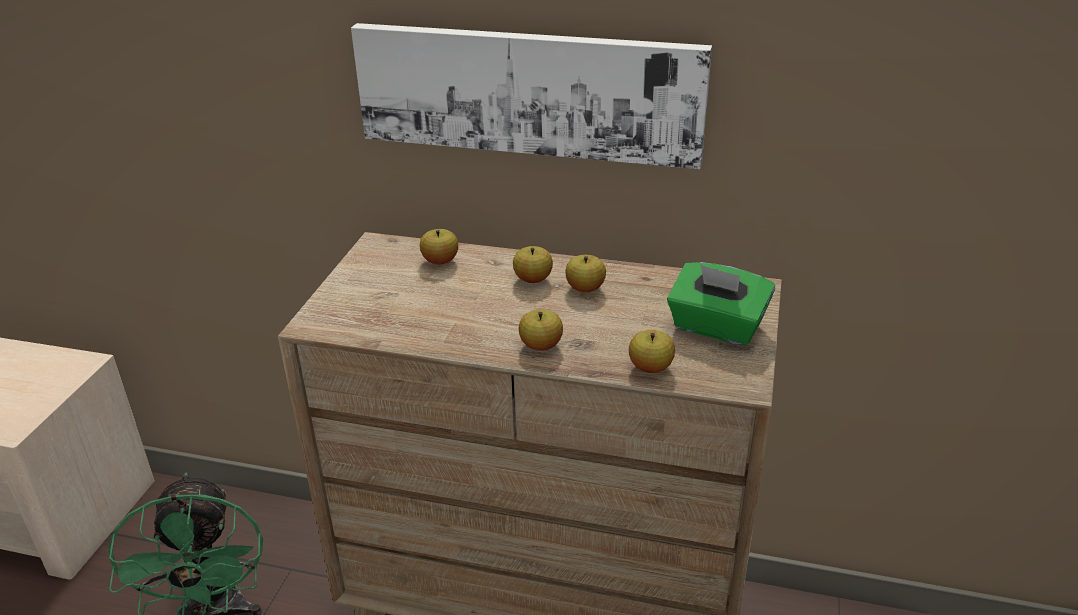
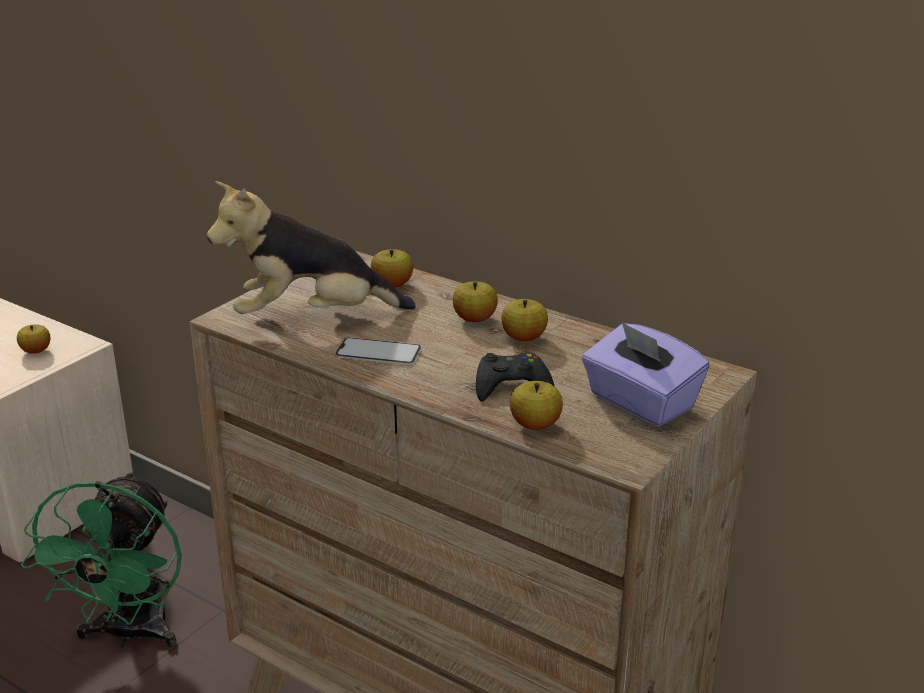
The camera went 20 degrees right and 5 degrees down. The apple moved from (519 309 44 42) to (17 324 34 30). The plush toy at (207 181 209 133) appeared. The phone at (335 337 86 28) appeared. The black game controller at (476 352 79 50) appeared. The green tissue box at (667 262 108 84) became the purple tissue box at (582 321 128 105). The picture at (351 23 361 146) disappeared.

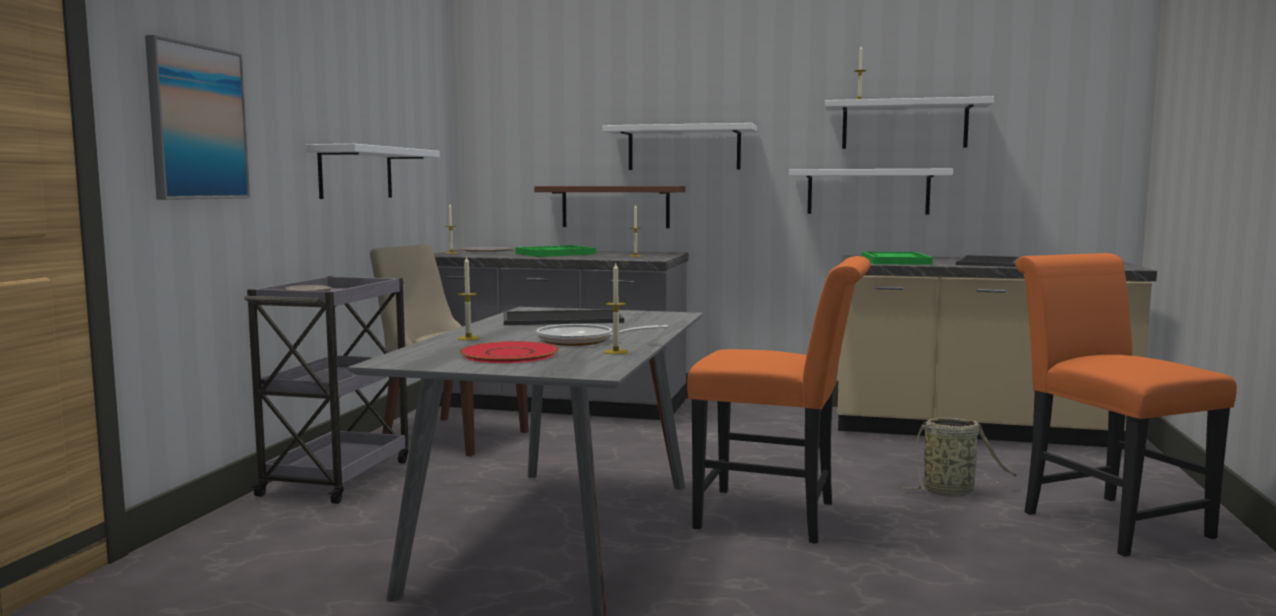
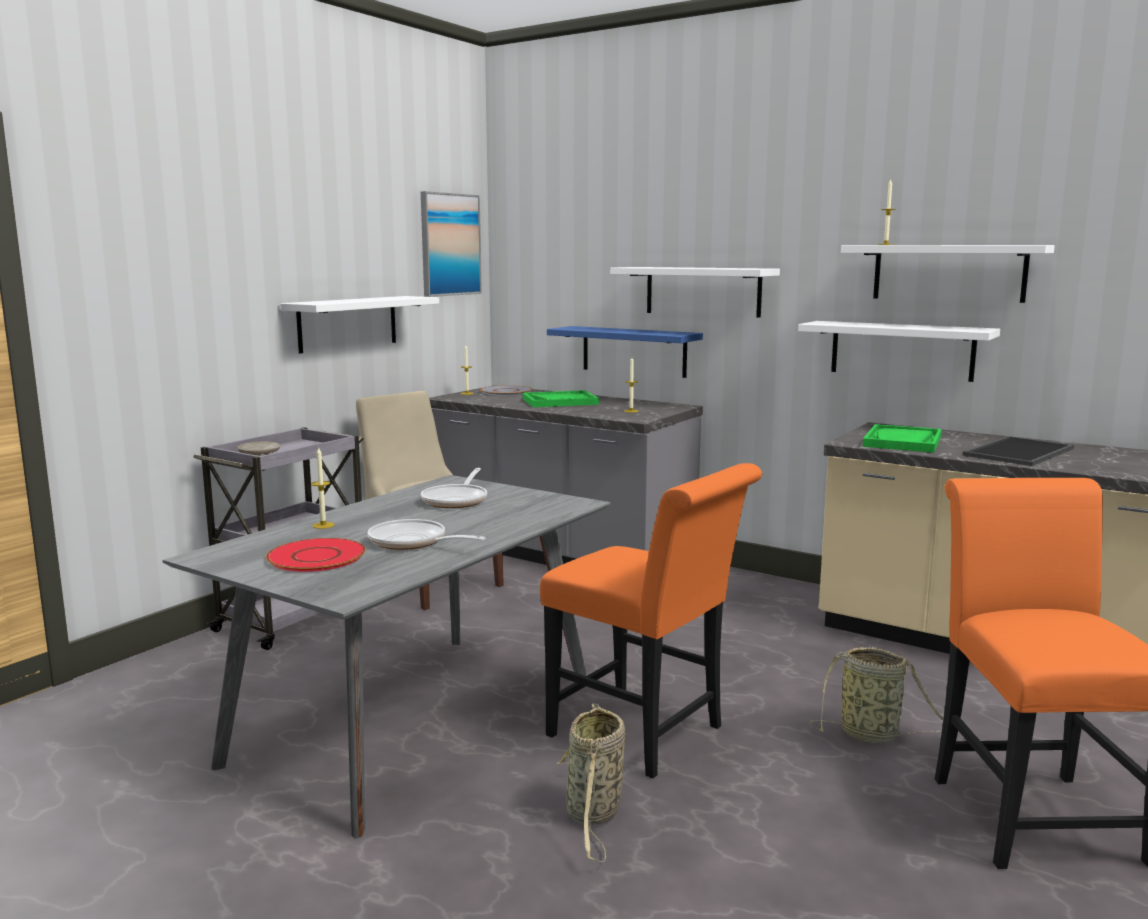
The camera went 20 degrees right and 5 degrees up. The picture moved from (145 35 105 165) to (421 191 61 106). The tray at (503 309 121 16) was replaced by the frying pan at (421 468 66 40). The brown shelf at (534 186 151 42) became the blue shelf at (547 326 156 52). The basket at (556 704 69 158) appeared. The candle at (604 263 24 91) disappeared.

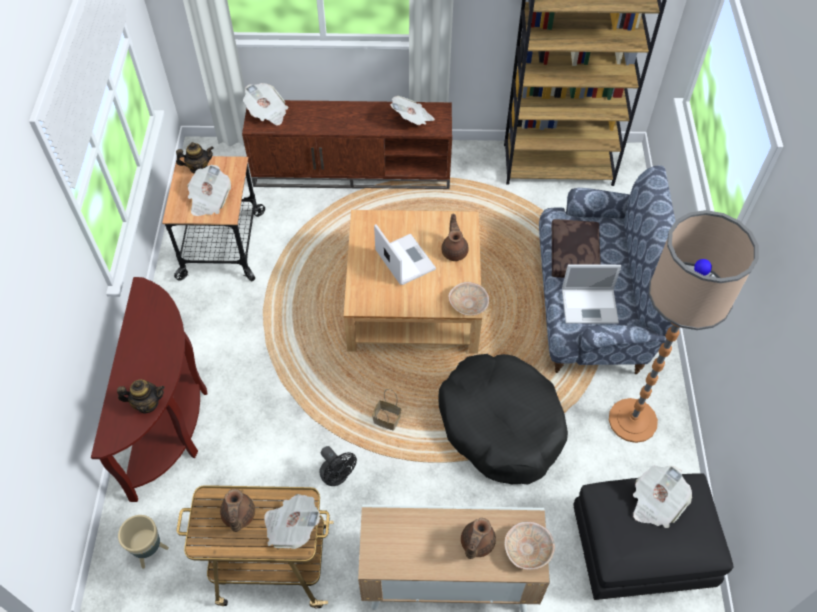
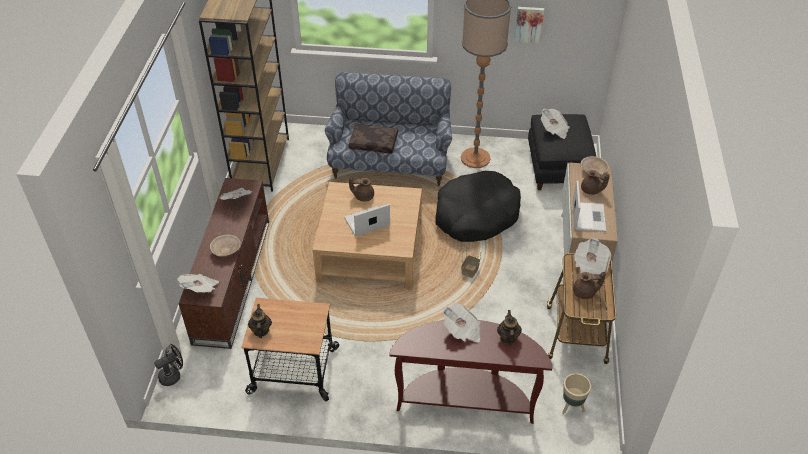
The camera went 85 degrees left and 10 degrees down. The black fan moved from (319 446 38 40) to (154 344 29 42). The beige bowl moved from (448 282 41 34) to (210 234 31 22). The newspaper moved from (187 165 44 51) to (443 303 38 40). The picture at (514 7 30 37) appeared. The laptop moved from (562 265 59 59) to (572 181 34 51).

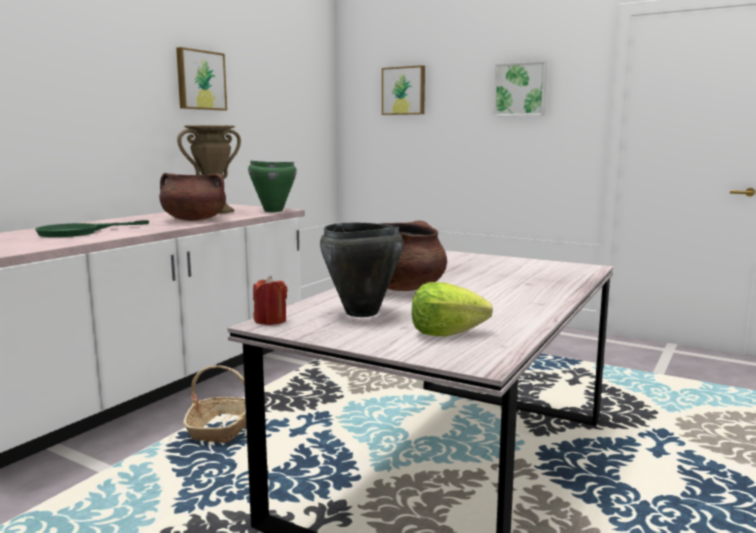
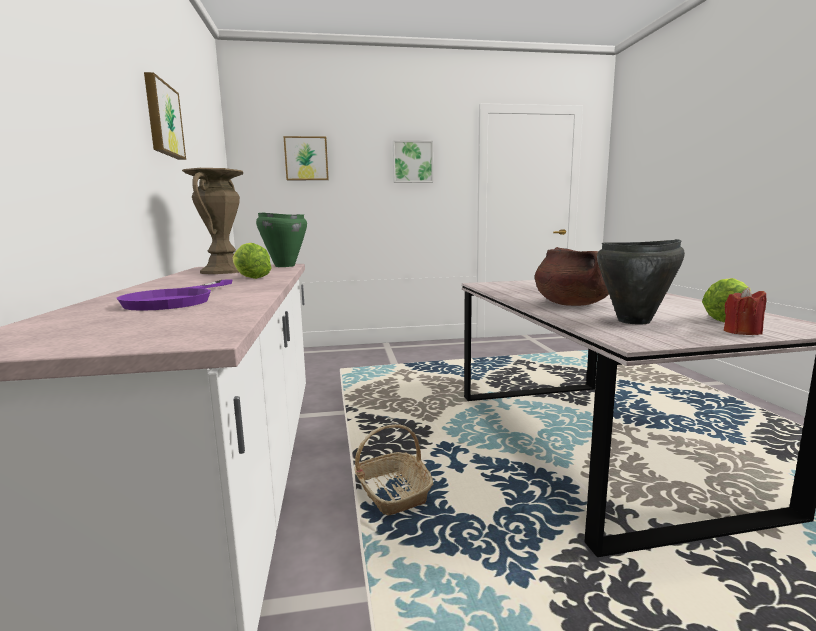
The camera went 40 degrees left and 0 degrees up. The green frying pan at (35 220 114 17) became the purple frying pan at (117 280 115 31). The brown cooking pot at (159 173 67 48) was replaced by the lettuce at (233 243 39 36). The red candle moved from (253 276 34 49) to (724 287 42 48).

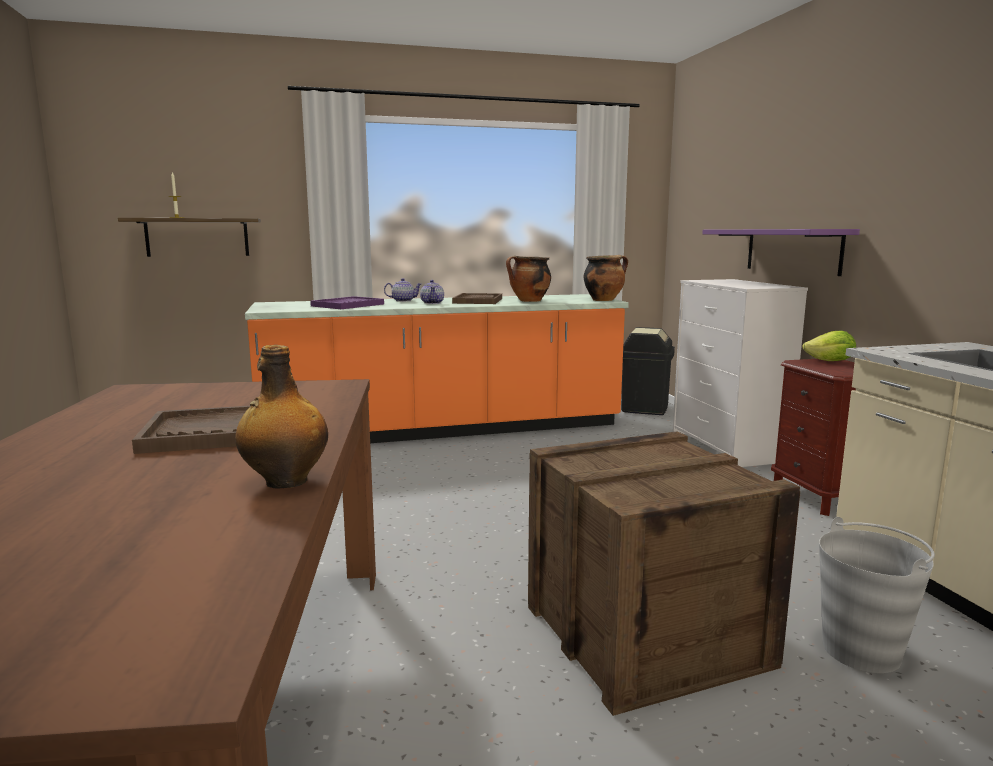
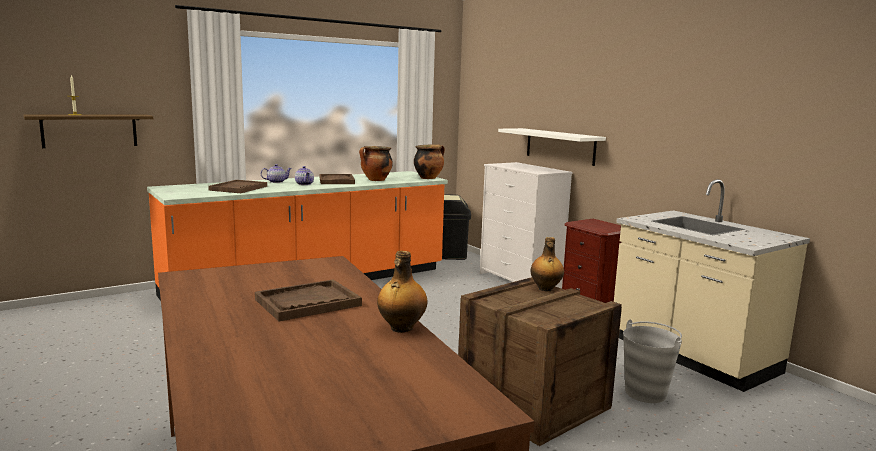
The camera went 20 degrees left and 0 degrees up. The purple tray at (310 296 74 13) became the brown tray at (208 180 59 13). The purple shelf at (702 229 158 47) became the white shelf at (498 128 108 38). The bottle at (531 237 33 55) appeared. The lettuce at (803 331 53 30) disappeared.

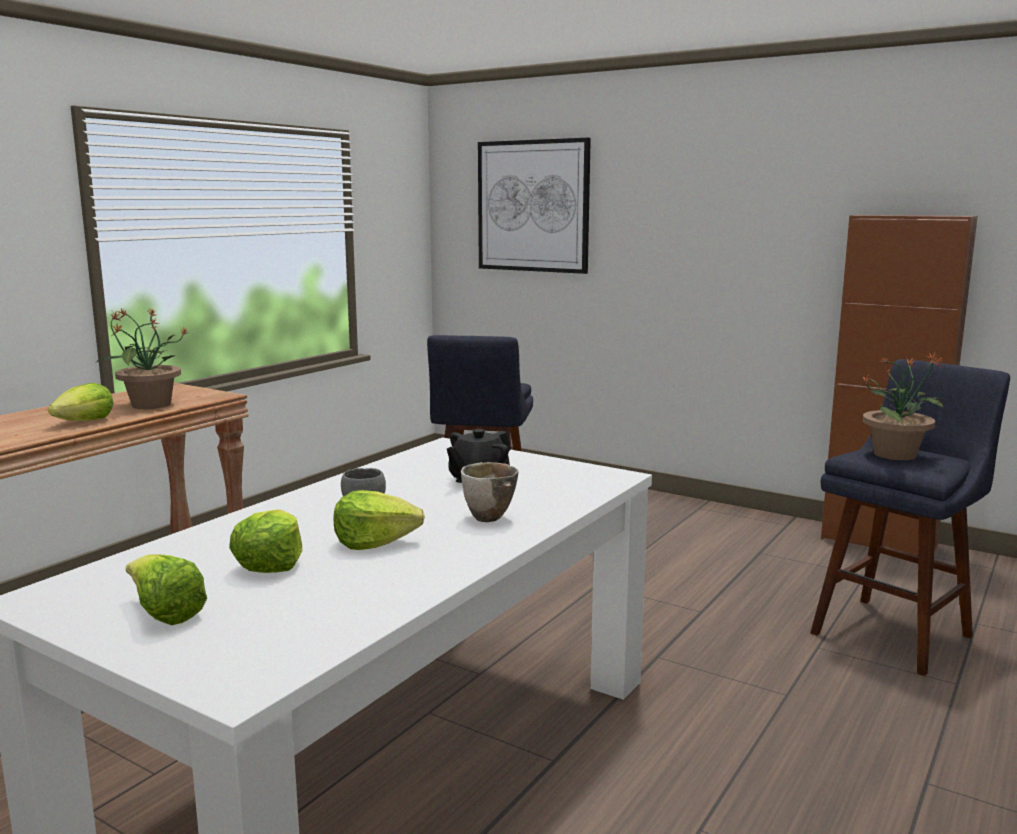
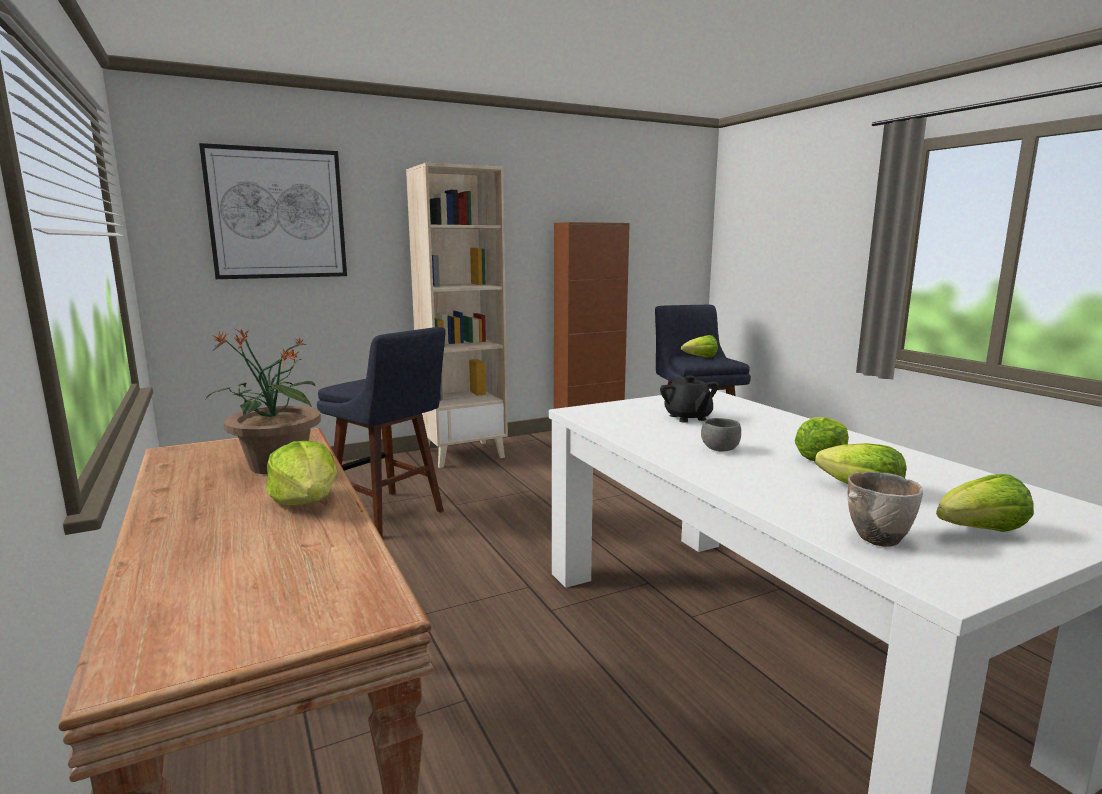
The camera went 60 degrees left and 0 degrees up. The beige bookcase at (406 163 102 305) appeared. The potted plant at (861 353 83 107) was replaced by the lettuce at (681 335 37 23). The bowl moved from (461 462 58 60) to (847 472 76 75).

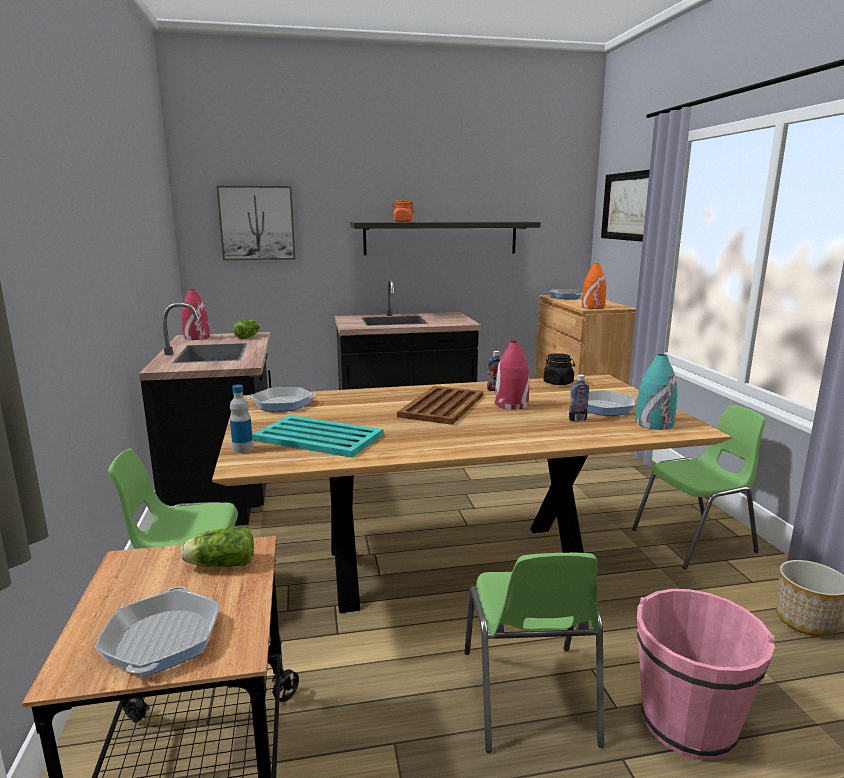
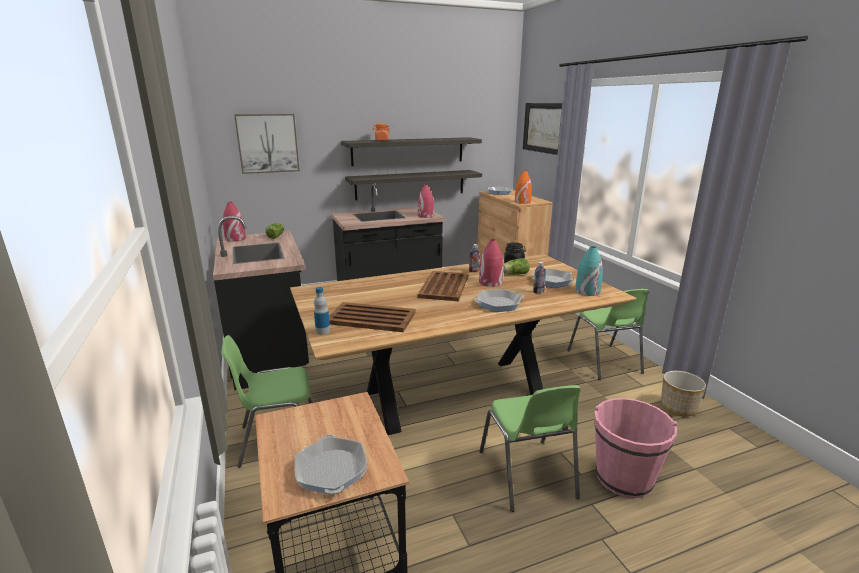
The camera went 10 degrees left and 5 degrees up. The turquoise tray at (252 415 131 43) became the brown tray at (329 302 87 30). The shelf at (345 170 137 30) appeared. The red vase at (418 185 16 33) appeared. The frying pan moved from (247 387 69 24) to (474 289 50 23). The lettuce moved from (181 526 73 41) to (503 258 27 17). The green chair at (632 405 134 165) turned 105 degrees clockwise.

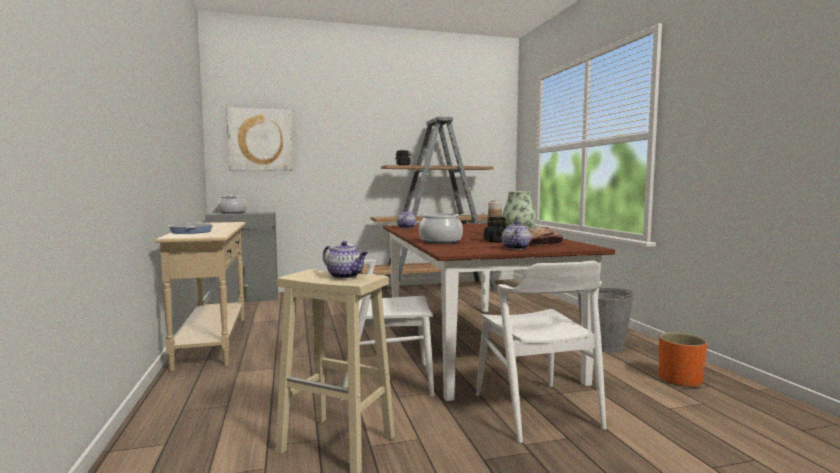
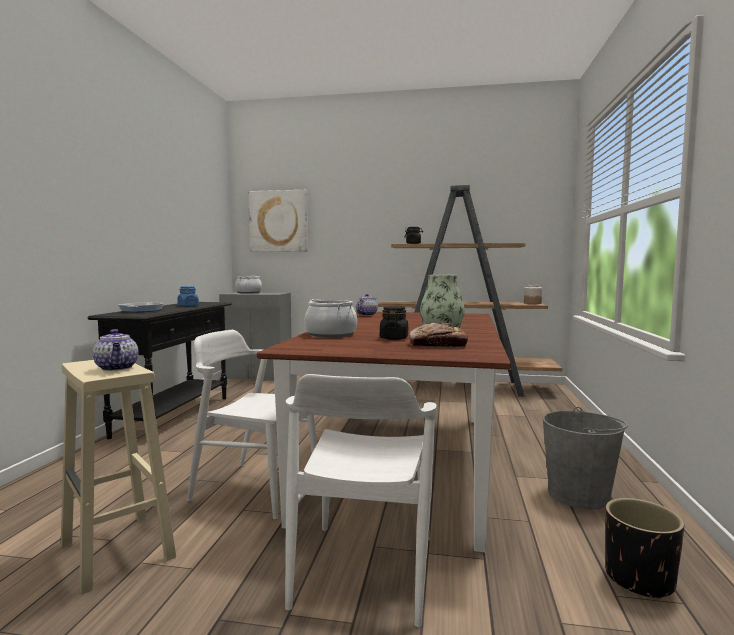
The camera went 25 degrees right and 0 degrees up. The beige console table at (155 222 91 149) became the black console table at (87 302 145 137). The blue jar at (177 286 22 21) appeared. The orange planter at (659 332 48 56) became the black planter at (605 498 79 102). The teapot at (502 221 29 29) disappeared.

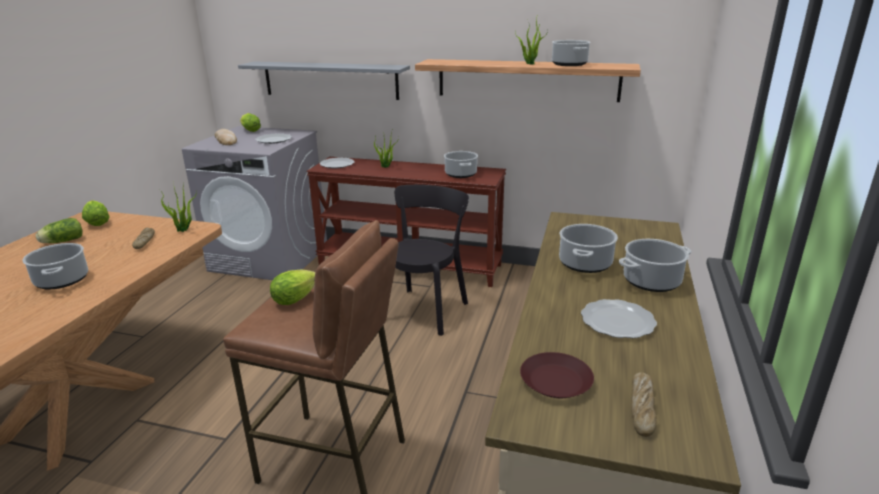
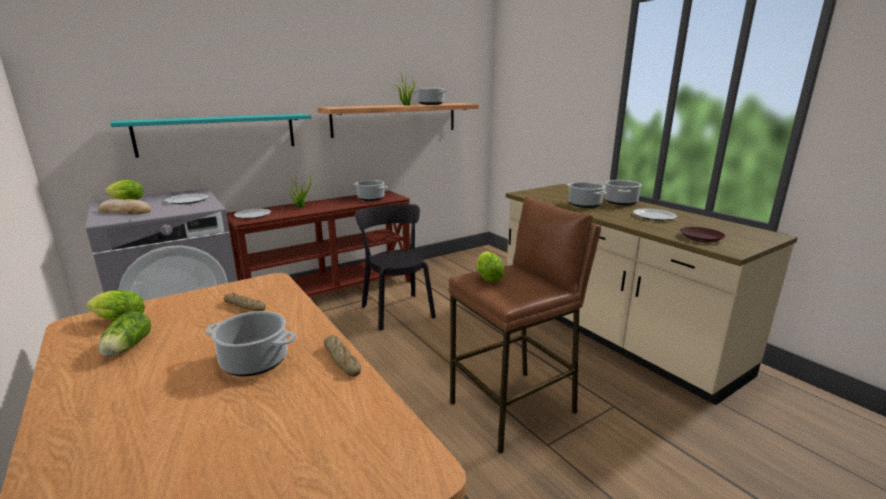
The camera went 50 degrees left and 5 degrees down. The grey shelf at (238 61 172 39) became the turquoise shelf at (110 114 202 44). The bread moved from (631 372 25 65) to (324 336 37 41). The potted plant at (160 182 37 50) disappeared.

